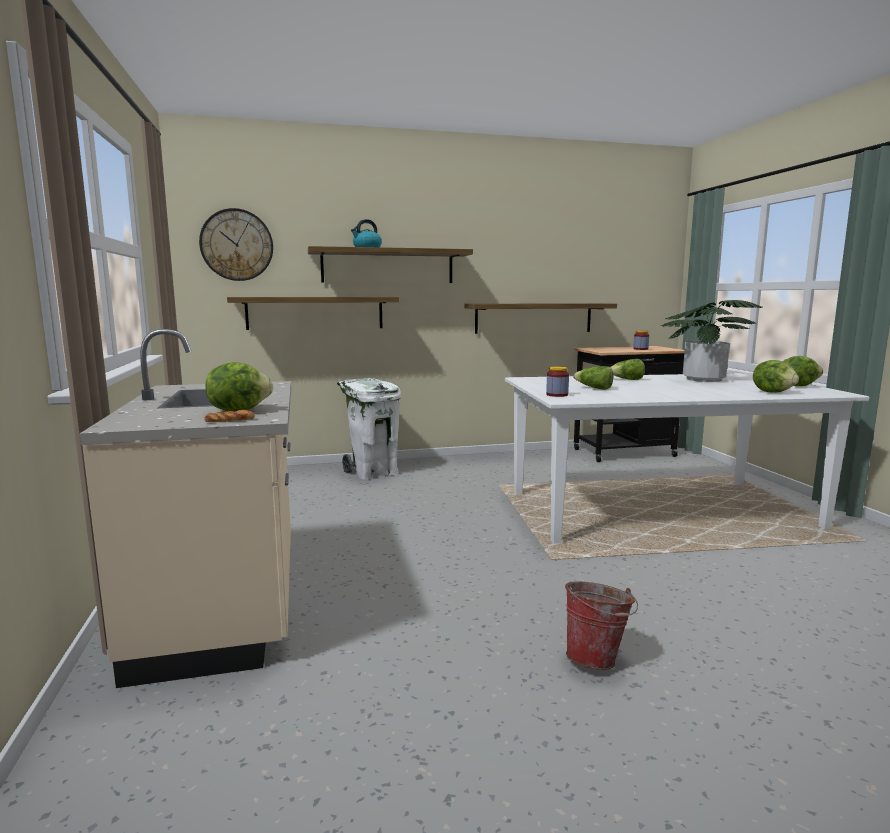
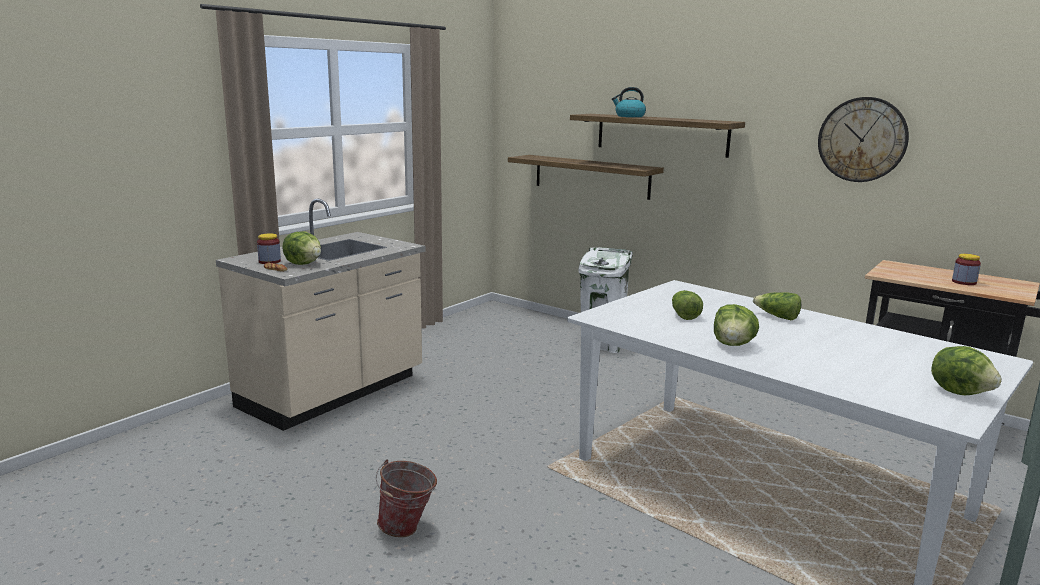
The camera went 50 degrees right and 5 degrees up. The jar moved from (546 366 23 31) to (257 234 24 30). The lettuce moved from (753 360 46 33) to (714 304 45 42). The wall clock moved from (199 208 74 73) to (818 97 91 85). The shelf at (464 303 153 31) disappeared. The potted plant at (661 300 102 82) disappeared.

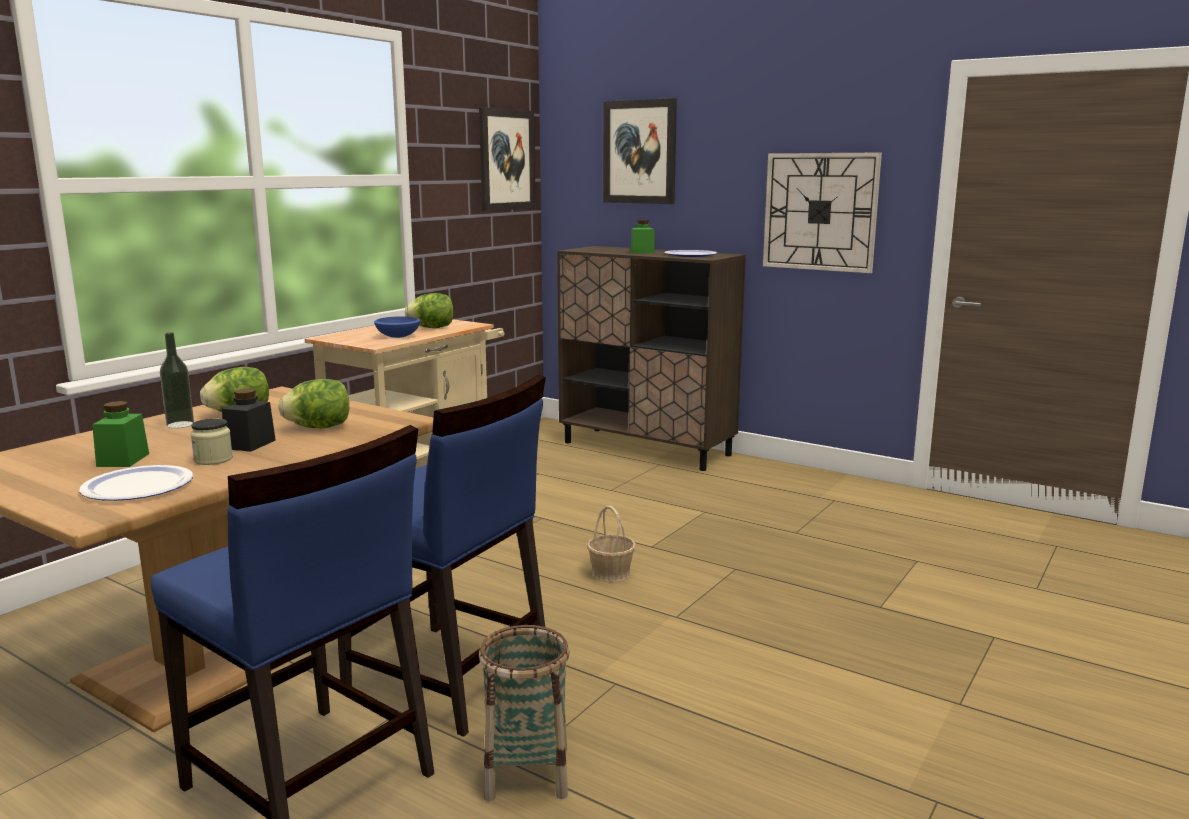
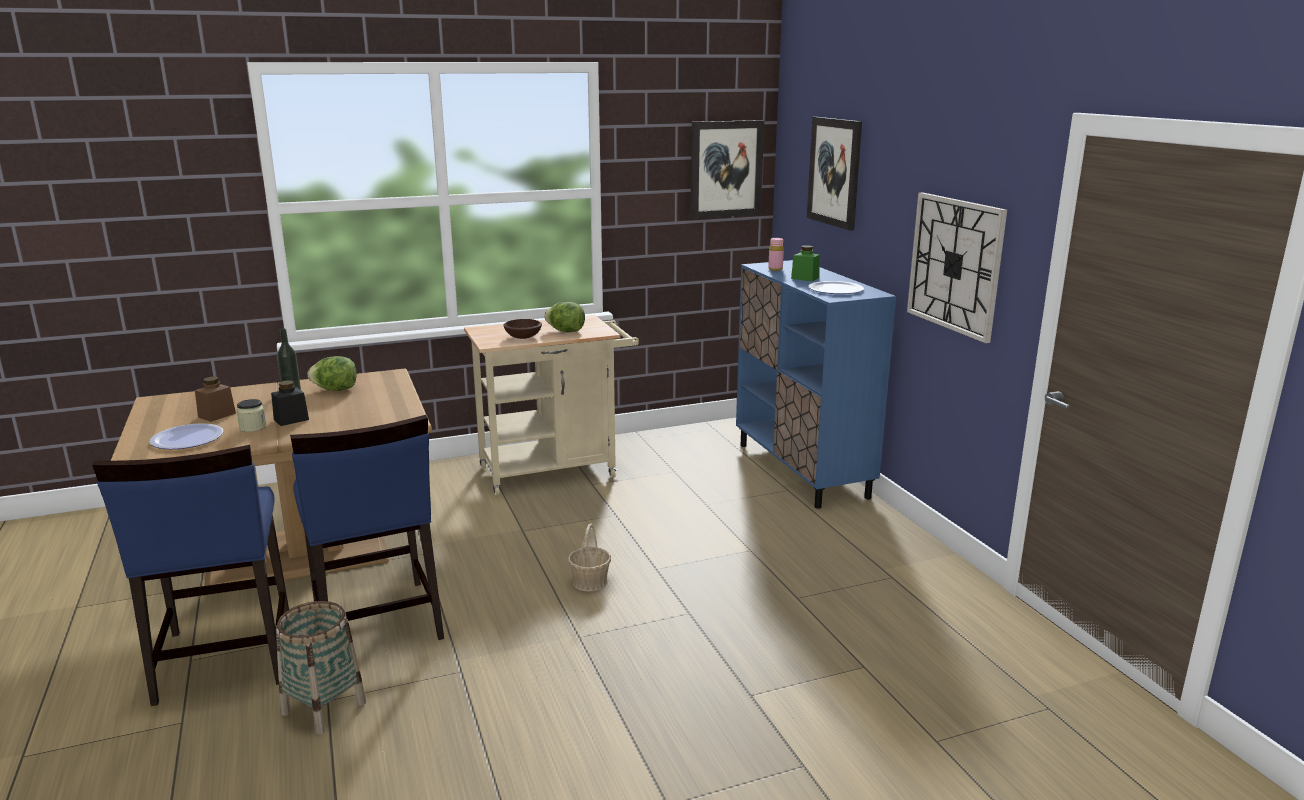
The camera went 35 degrees right and 5 degrees up. The green jar at (92 401 57 66) became the brown jar at (195 377 41 45). The blue bowl at (374 316 46 22) became the brown bowl at (503 319 39 20). The brown cabinet at (557 246 189 225) became the blue cabinet at (736 260 160 249). The pink bottle at (768 238 16 33) appeared. The lettuce at (278 379 71 49) disappeared.

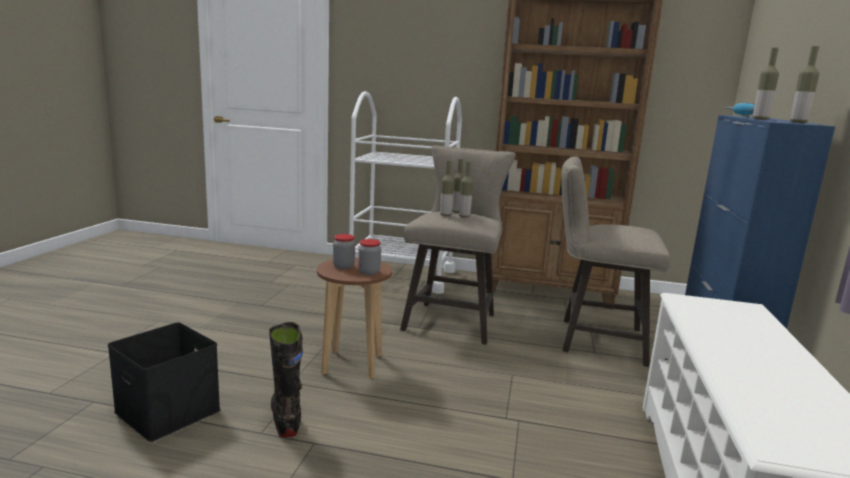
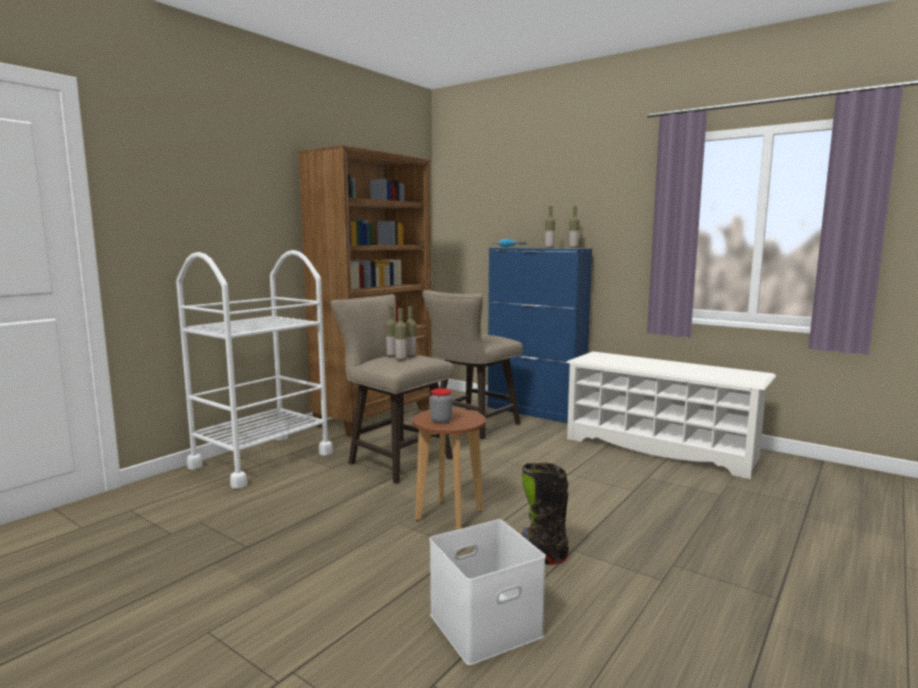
The camera went 65 degrees left and 5 degrees down. The black storage box at (108 322 112 120) became the white storage box at (430 519 116 146). The jar at (358 239 23 36) disappeared.

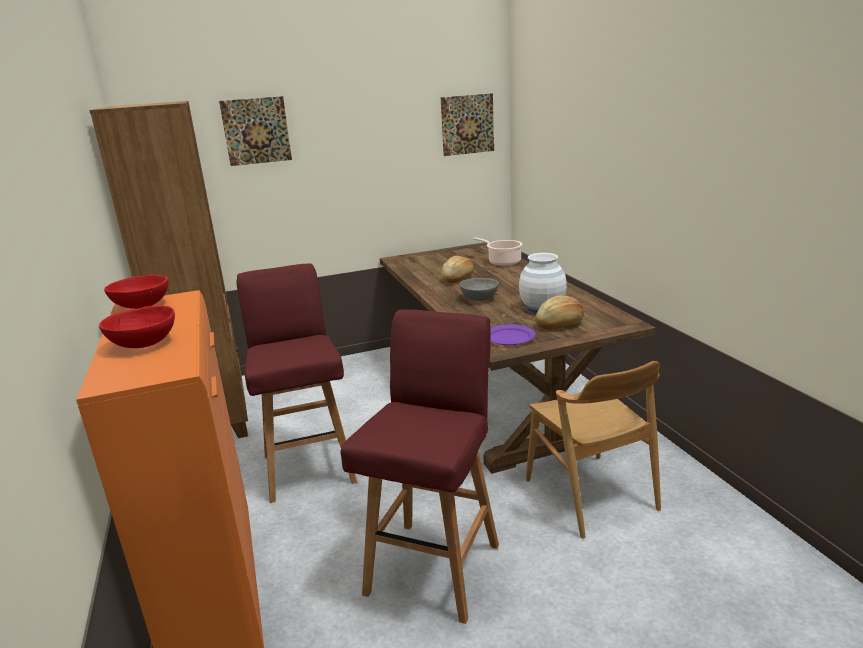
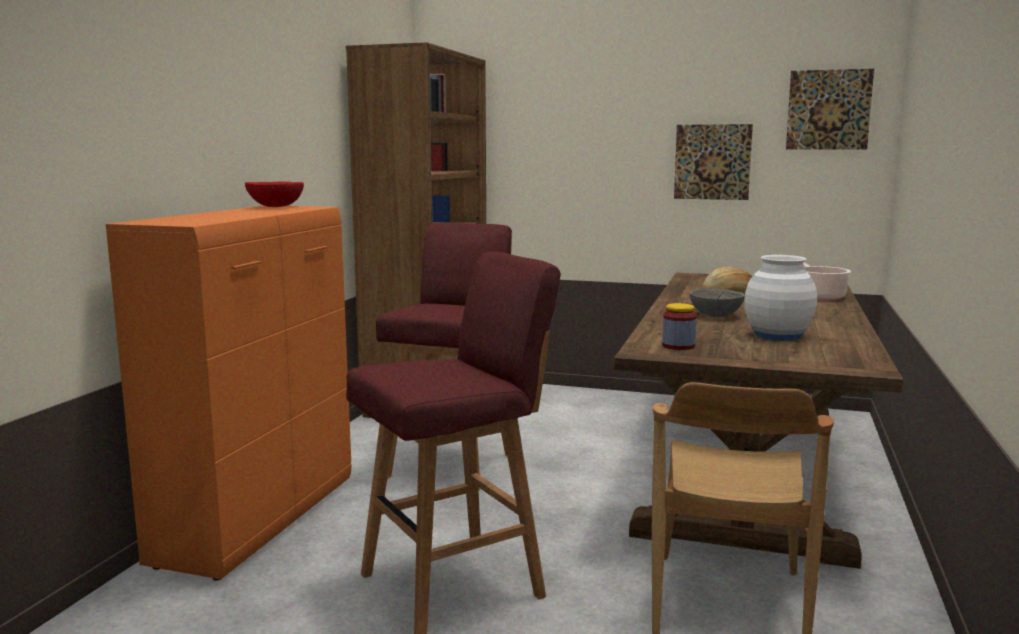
The camera went 35 degrees right and 10 degrees down. The purple plate at (490 324 45 21) was replaced by the jar at (662 303 35 47). The picture moved from (219 96 73 70) to (674 124 79 76). The red bowl at (99 306 76 42) disappeared. The bread at (535 295 49 35) disappeared.

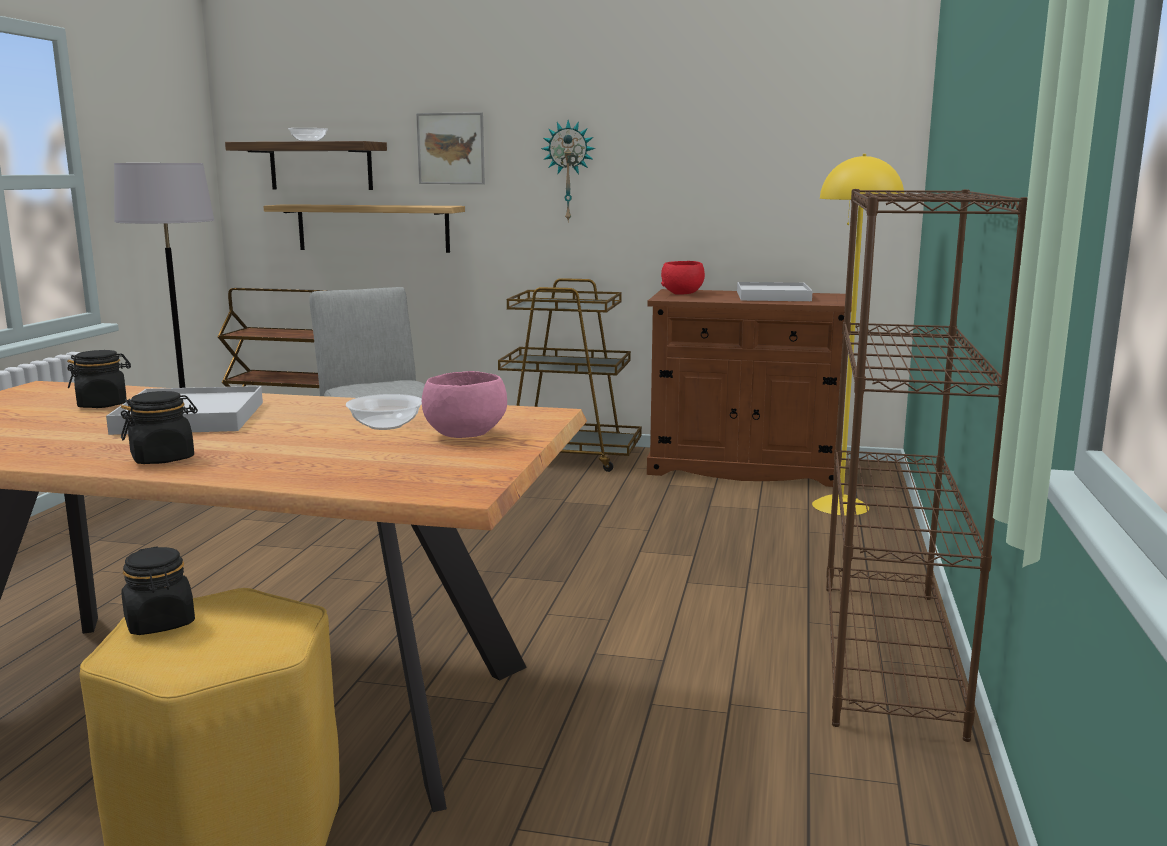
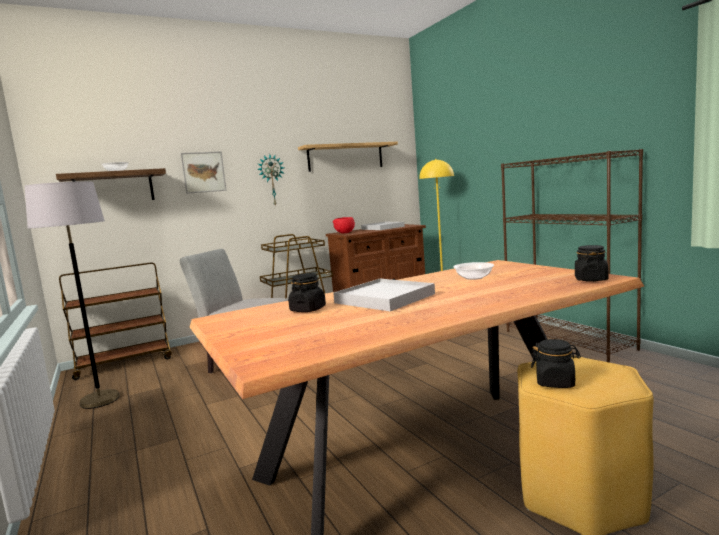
The camera went 40 degrees left and 5 degrees down. The shelf moved from (264 204 201 49) to (298 142 100 30). The black jar moved from (121 391 77 73) to (575 245 33 37). The pink bowl at (422 371 85 67) disappeared.

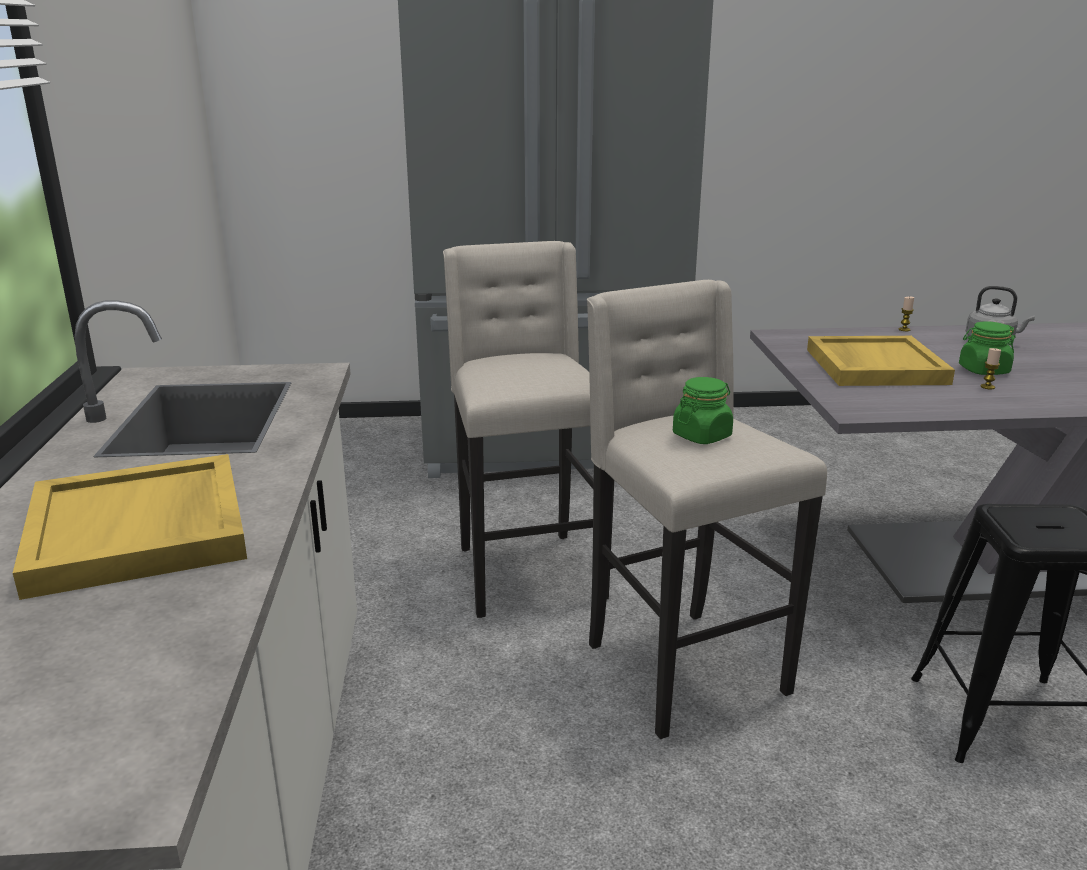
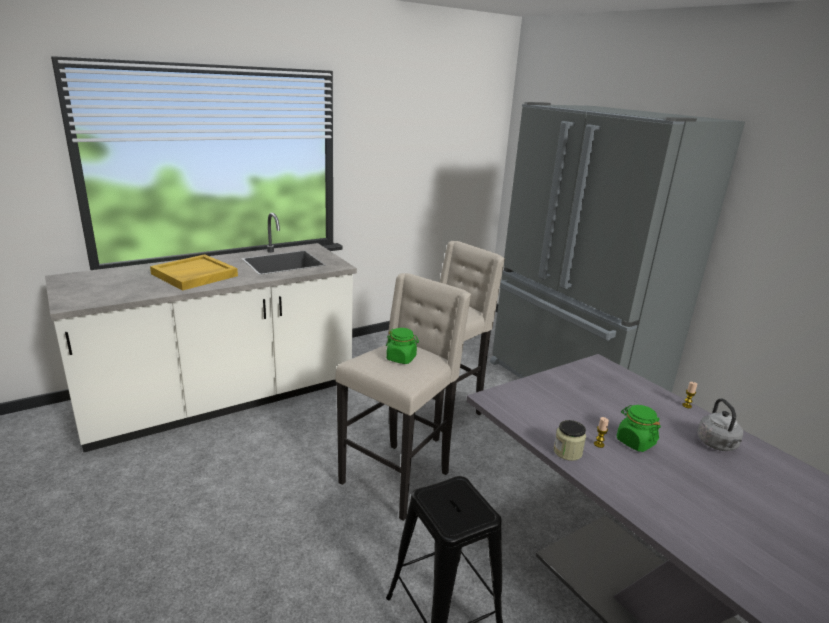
The camera went 60 degrees right and 0 degrees up. The jar at (553 420 33 41) appeared. The yellow tray at (807 336 148 50) disappeared.

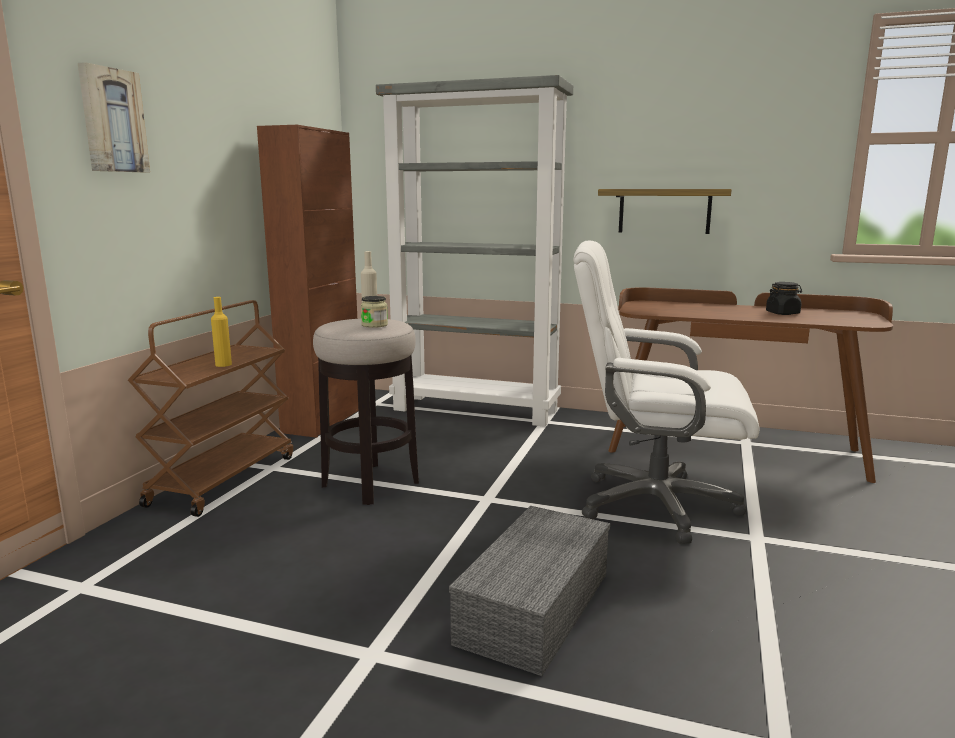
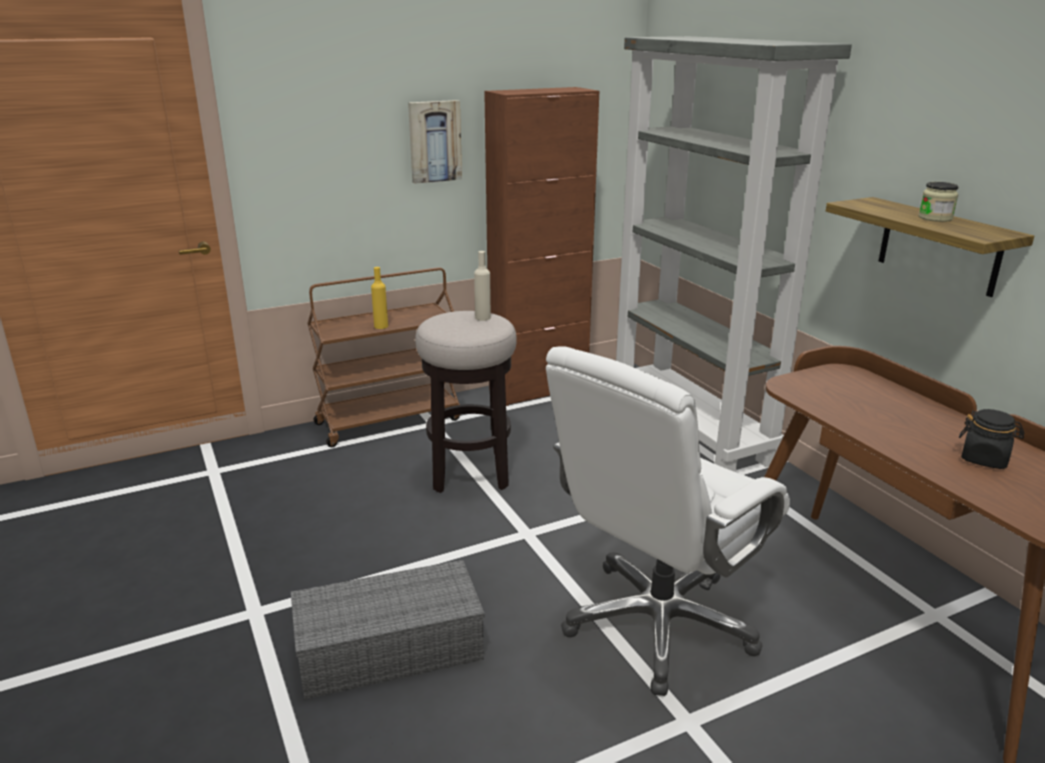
The camera went 45 degrees right and 10 degrees up. The picture moved from (78 62 72 110) to (408 100 54 84). The white office chair at (573 241 187 303) turned 105 degrees counterclockwise. The jar moved from (361 296 27 32) to (918 182 41 40).

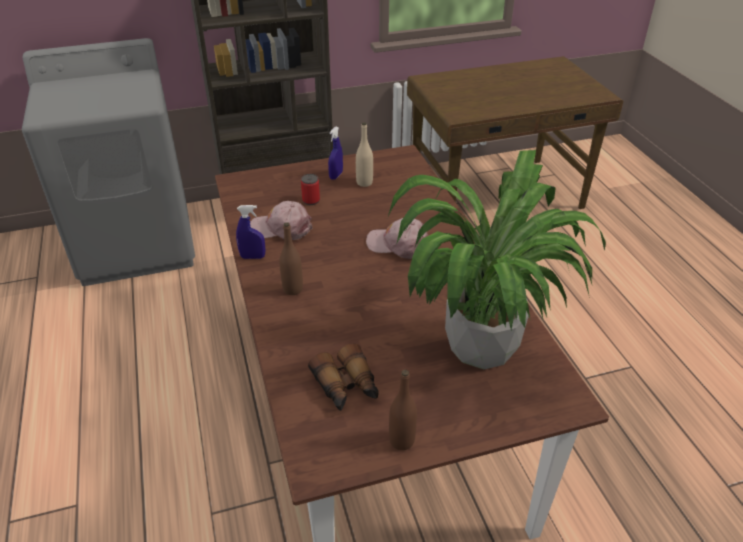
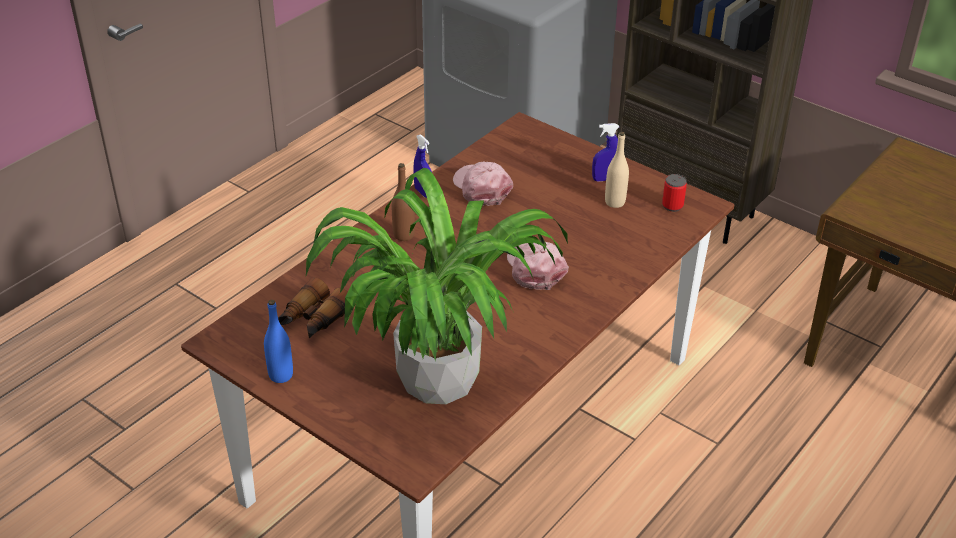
The camera went 55 degrees right and 0 degrees up. The brown bottle at (389 370 28 80) became the blue bottle at (264 300 29 83). The can moved from (301 174 19 31) to (662 174 25 38).

